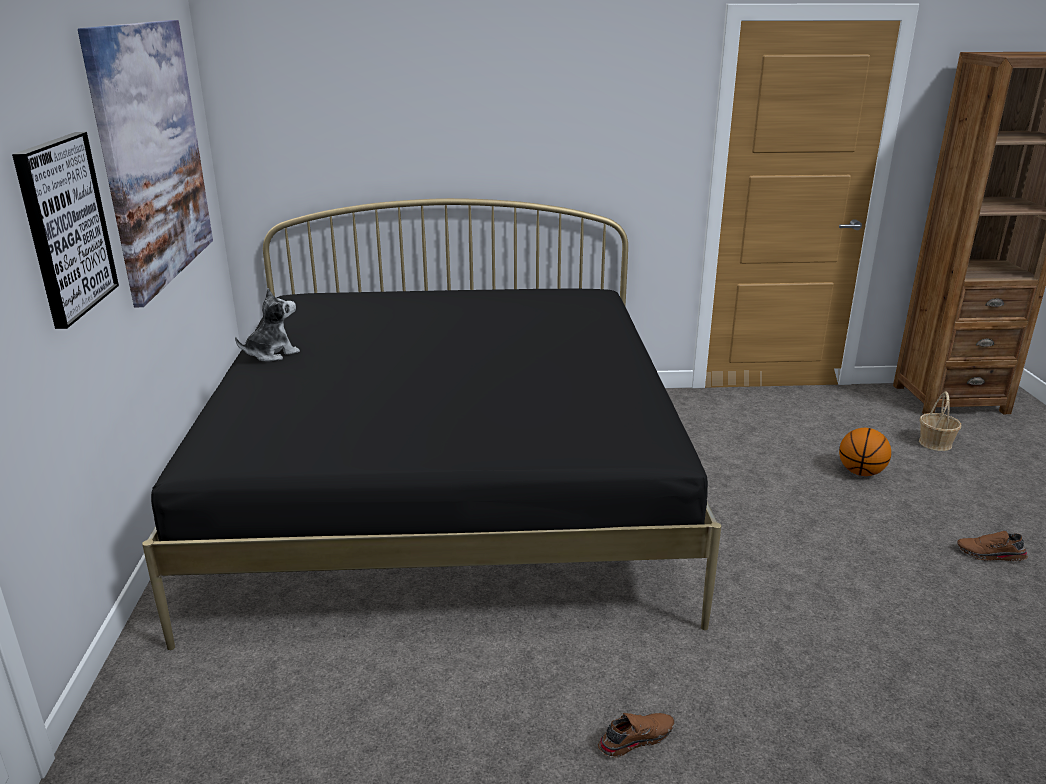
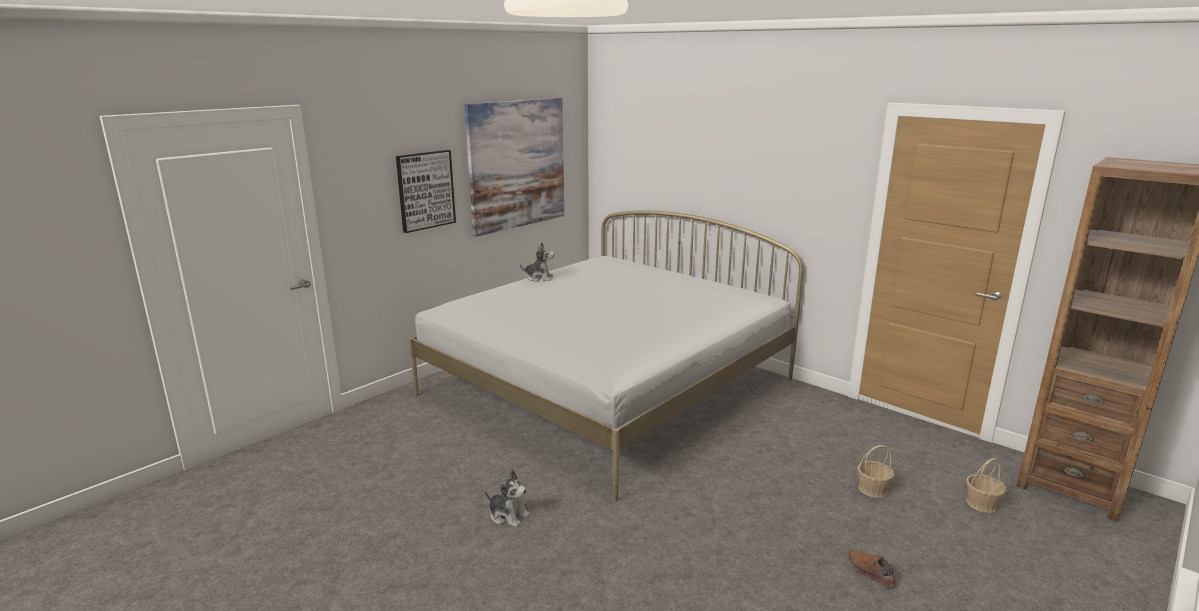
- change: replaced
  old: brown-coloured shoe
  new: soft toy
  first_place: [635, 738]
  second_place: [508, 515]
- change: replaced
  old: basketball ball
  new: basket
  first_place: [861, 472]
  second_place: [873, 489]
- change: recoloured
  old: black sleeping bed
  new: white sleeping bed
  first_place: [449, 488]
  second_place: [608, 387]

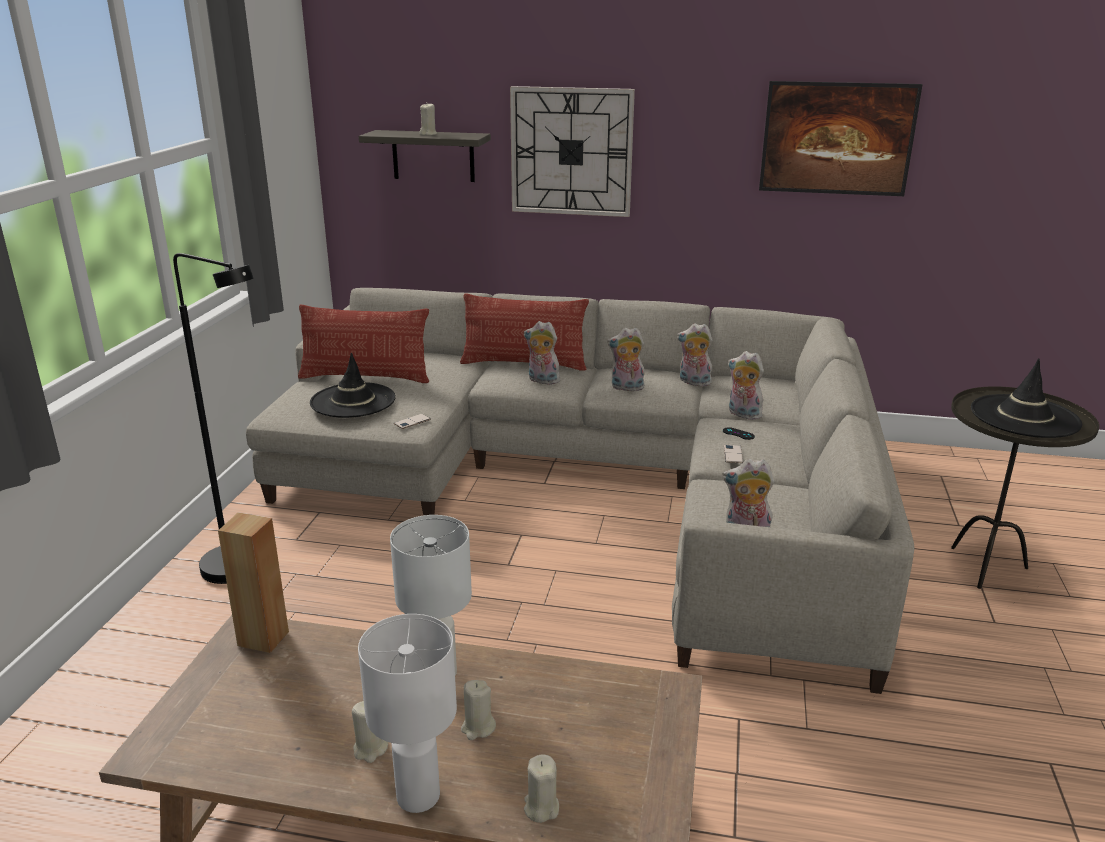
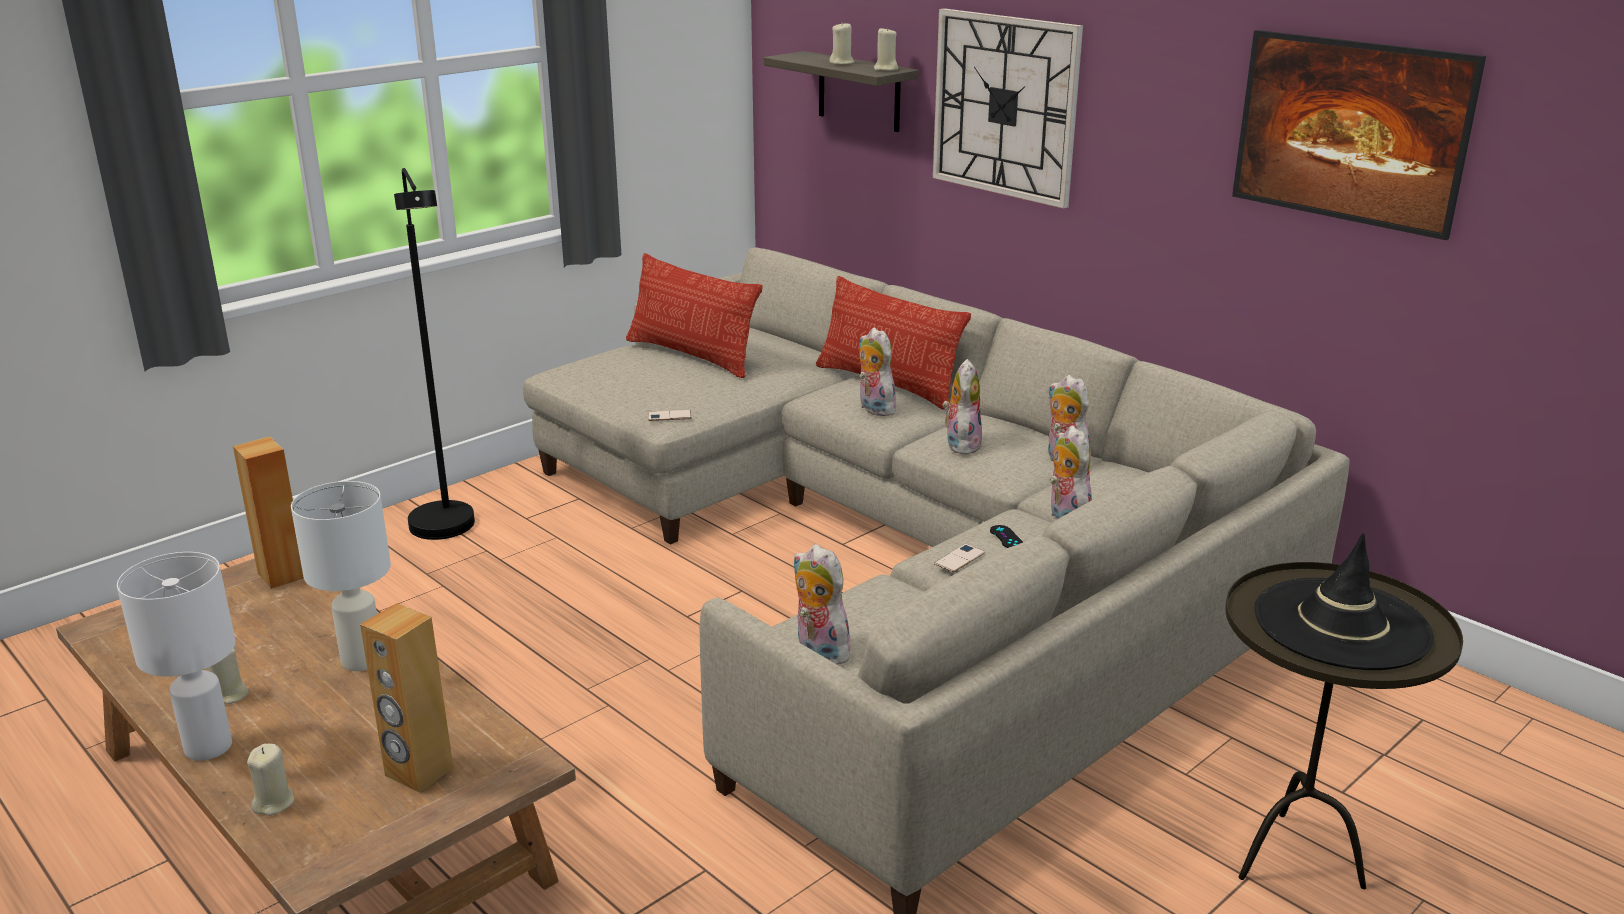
- change: removed
  old: black clothing hat
  first_place: [353, 401]
- change: added
  new: brown-coloured audio speaker
  second_place: [418, 772]
- change: moved
  old: sand-coloured wax candle
  first_place: [478, 728]
  second_place: [885, 69]
- change: turned
  old: soft toy
  first_place: [626, 388]
  second_place: [961, 444]
  degrees: 60

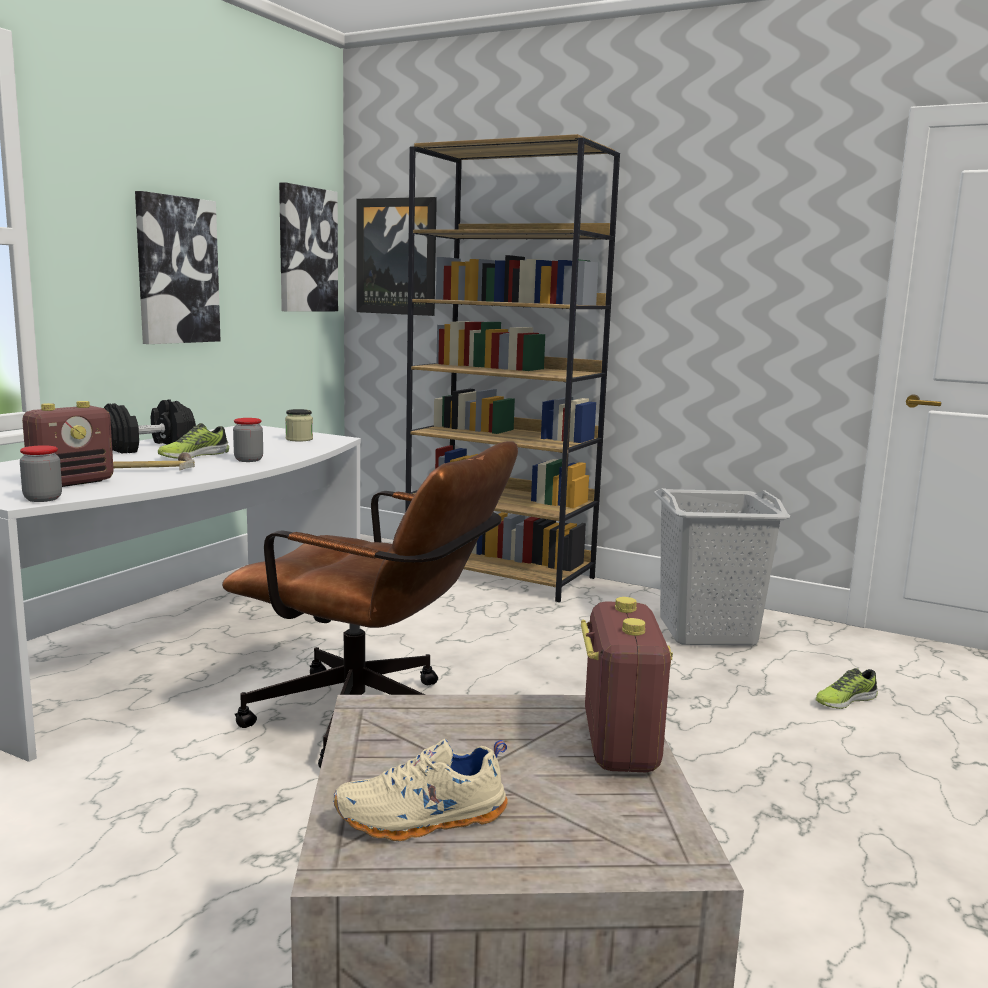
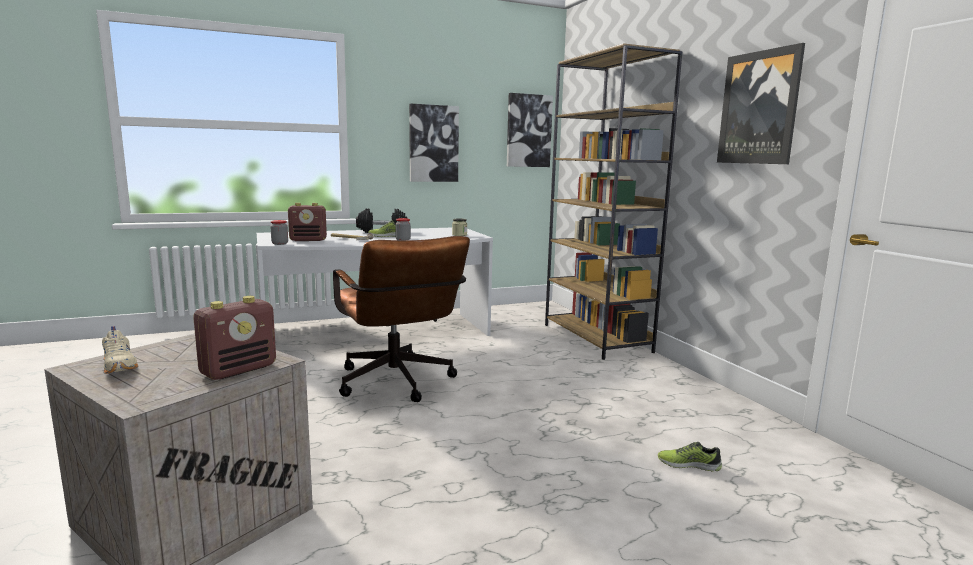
- change: removed
  old: grey laundry basket
  first_place: [706, 631]
- change: moved
  old: wall art
  first_place: [397, 256]
  second_place: [759, 108]
- change: turned
  old: sand-coloured shoe
  first_place: [422, 820]
  second_place: [120, 366]
  degrees: -150

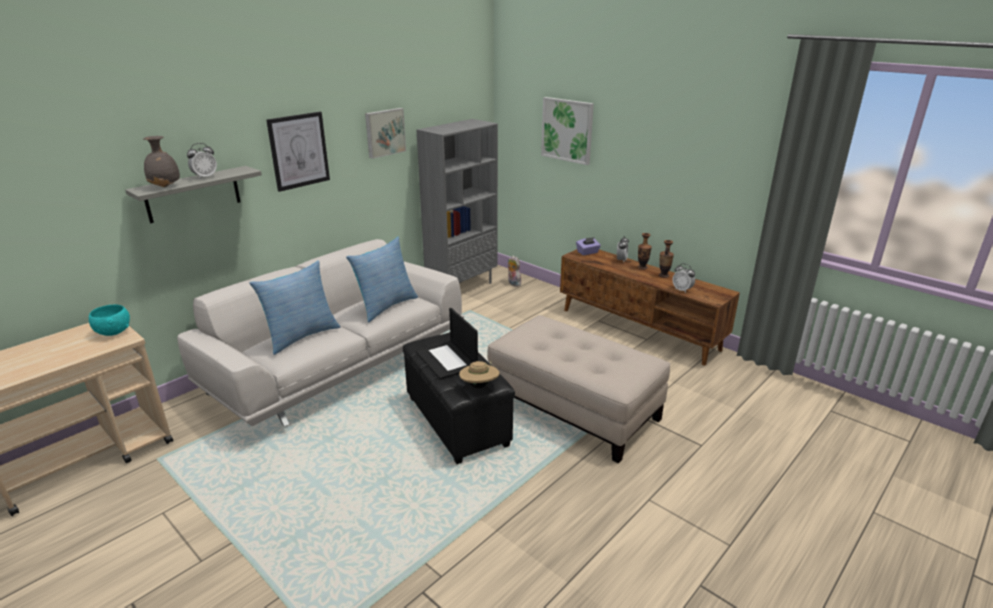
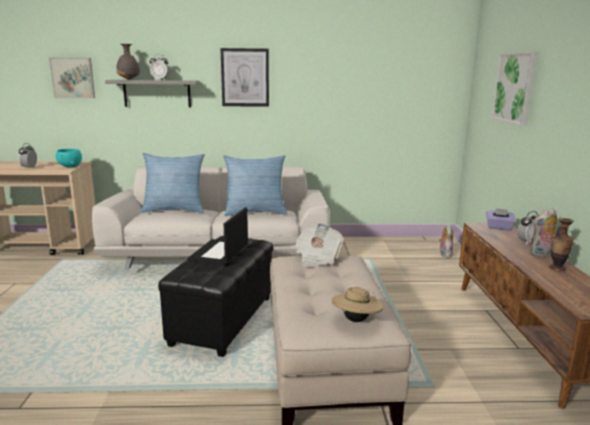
- change: removed
  old: grey bookshelf
  first_place: [462, 287]
- change: added
  new: newspaper
  second_place: [317, 258]
- change: moved
  old: wall art
  first_place: [384, 132]
  second_place: [73, 78]
- change: moved
  old: sand-coloured clothing hat
  first_place: [479, 386]
  second_place: [356, 320]
- change: moved
  old: table clock
  first_place: [682, 290]
  second_place: [29, 168]
- change: replaced
  old: decorative vase
  new: soft toy
  first_place: [642, 268]
  second_place: [541, 255]

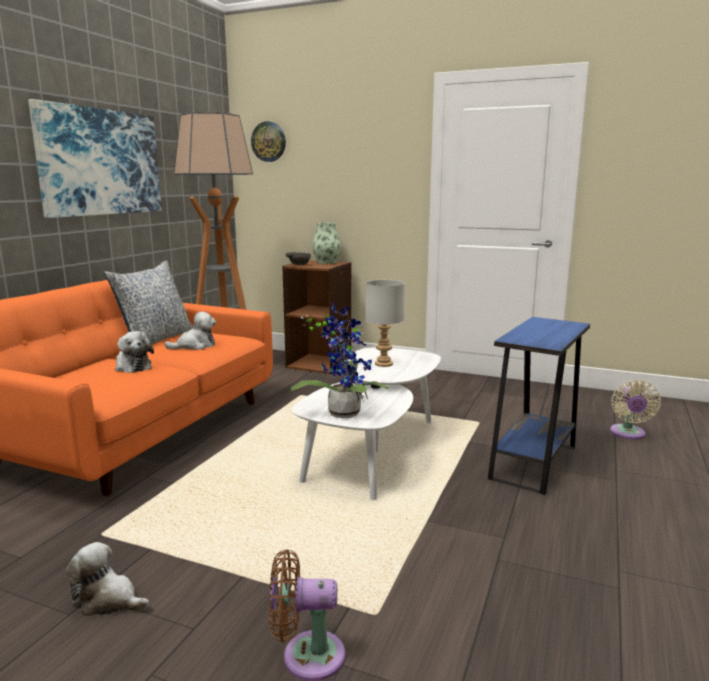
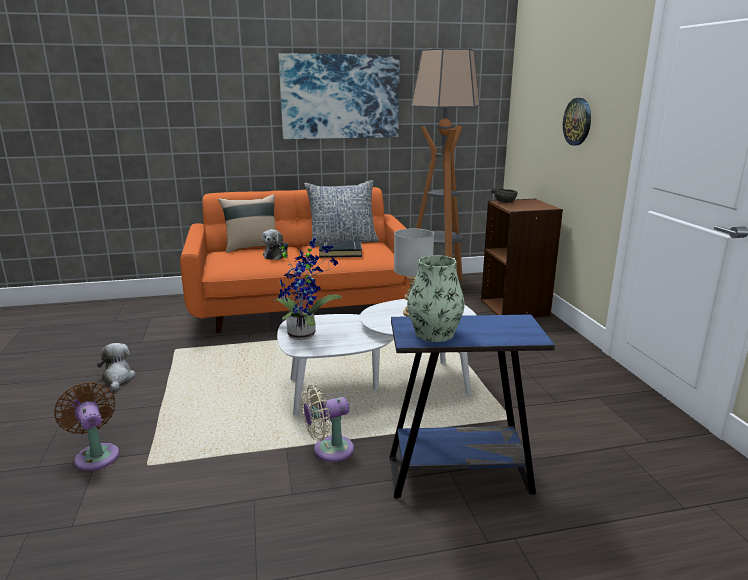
- change: added
  new: sand-coloured throw pillow
  second_place: [252, 247]
- change: moved
  old: hanging clock
  first_place: [268, 142]
  second_place: [577, 121]
- change: moved
  old: decorative vase
  first_place: [326, 262]
  second_place: [434, 333]
- change: moved
  old: sand-coloured electric fan
  first_place: [628, 434]
  second_place: [329, 450]
- change: replaced
  old: soft toy
  new: black volume
  first_place: [195, 346]
  second_place: [340, 253]

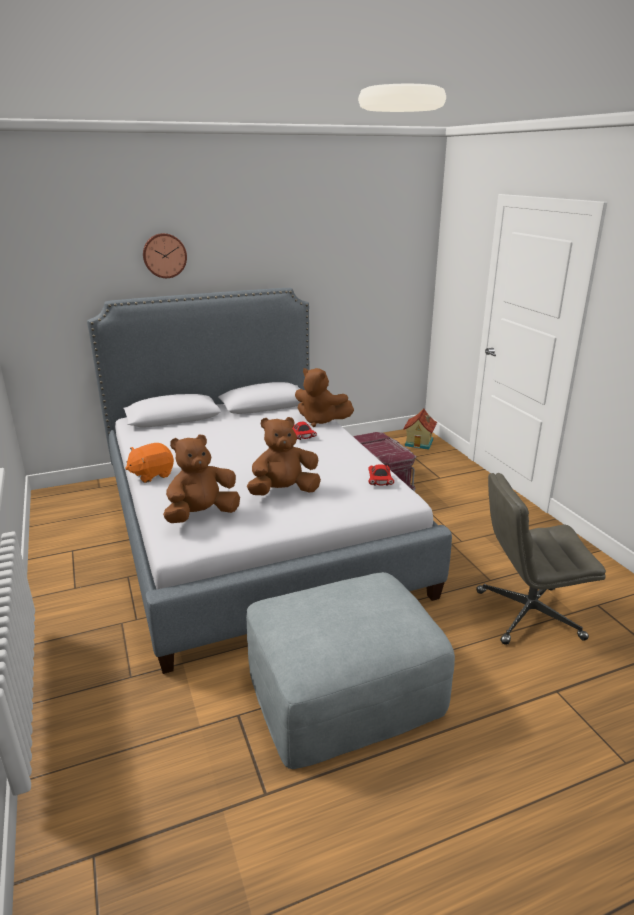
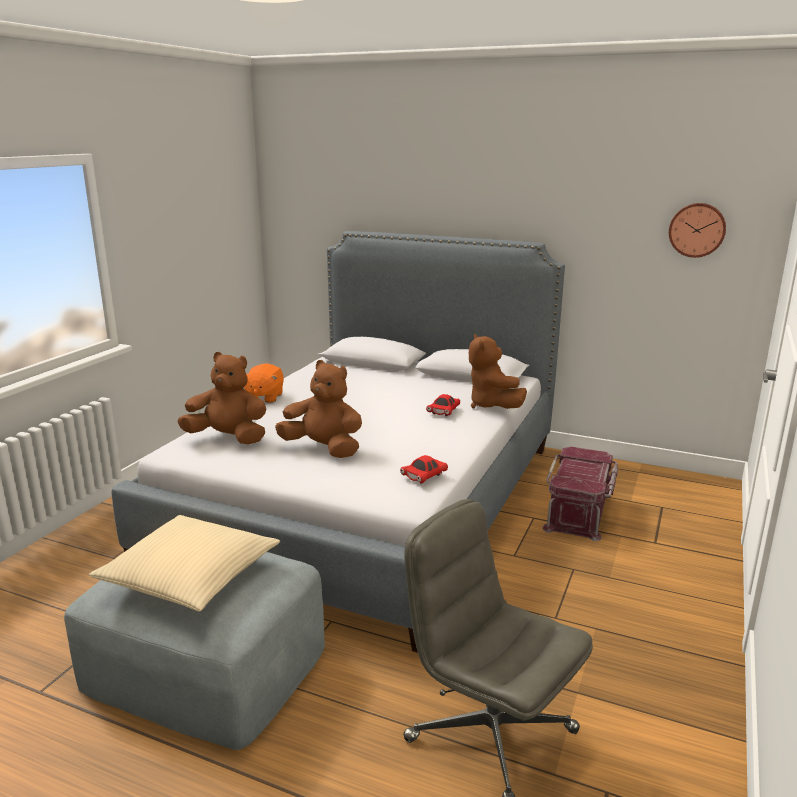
- change: removed
  old: miniature house
  first_place: [420, 443]
- change: added
  new: sand-coloured throw pillow
  second_place: [190, 575]
- change: moved
  old: hanging clock
  first_place: [164, 255]
  second_place: [697, 230]
- change: turned
  old: orange-coloured soft toy
  first_place: [151, 474]
  second_place: [264, 397]
  degrees: -90

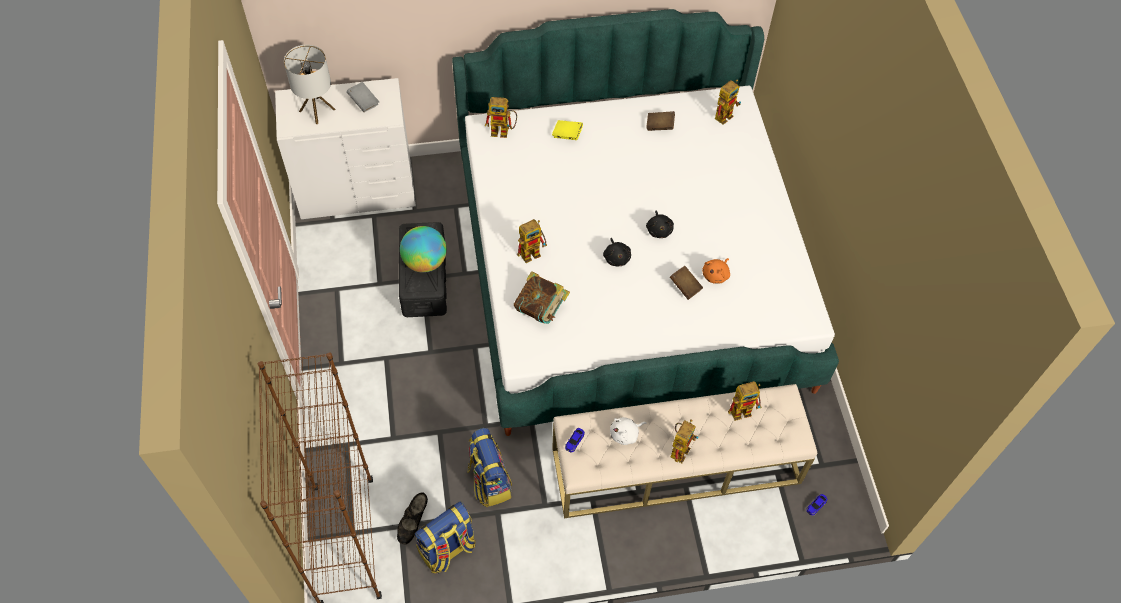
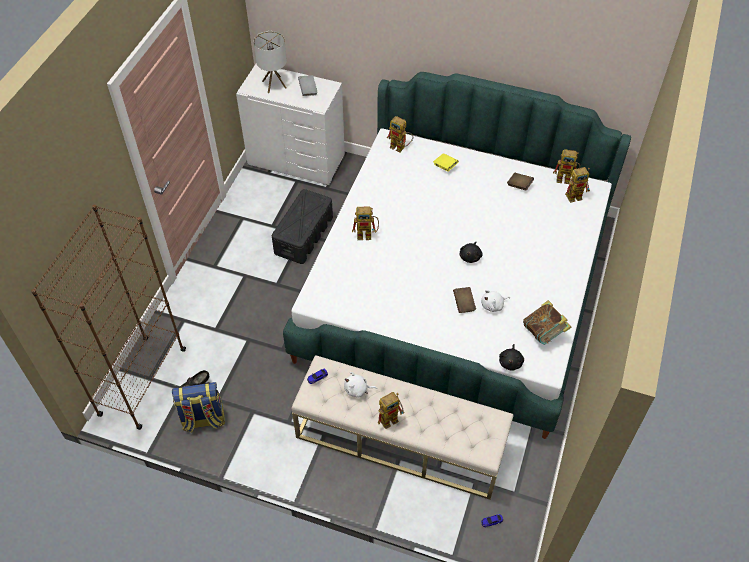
- change: removed
  old: desk globe
  first_place: [425, 262]
- change: removed
  old: knapsack
  first_place: [489, 481]
- change: moved
  old: volume
  first_place: [541, 309]
  second_place: [544, 332]
- change: moved
  old: black soft toy
  first_place: [616, 257]
  second_place: [510, 362]
- change: moved
  old: toy robot
  first_place: [744, 409]
  second_place: [566, 179]
- change: recoloured
  old: orange-coloured soft toy
  new: white soft toy
  first_place: [716, 275]
  second_place: [493, 305]

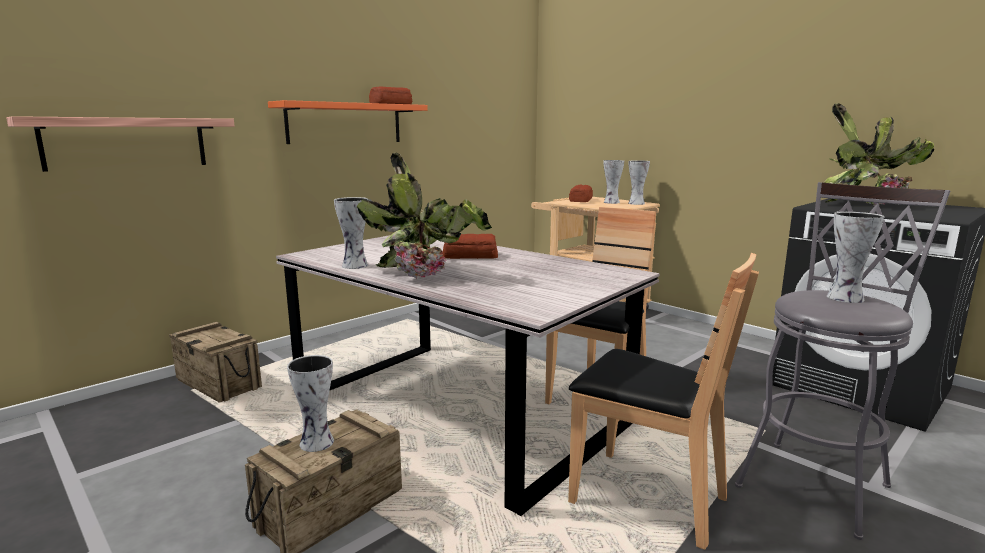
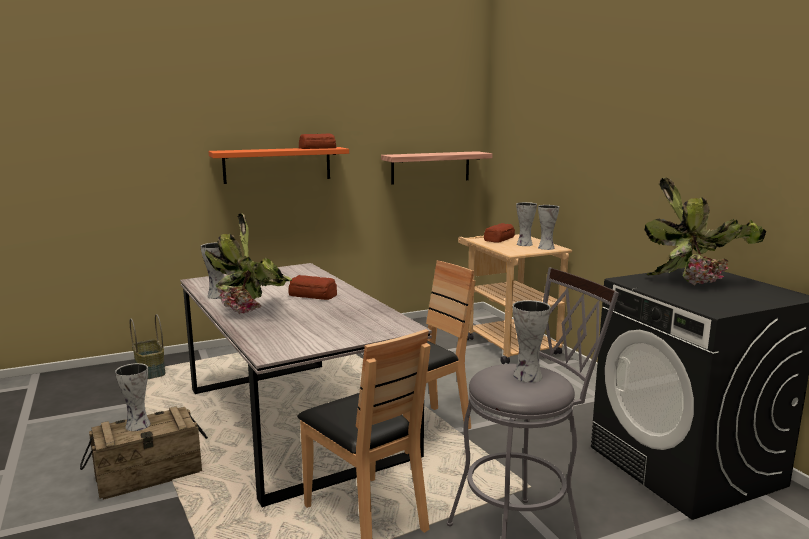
- change: moved
  old: wall shelf
  first_place: [126, 143]
  second_place: [430, 167]
- change: replaced
  old: packing crate
  new: basket
  first_place: [219, 383]
  second_place: [151, 371]

